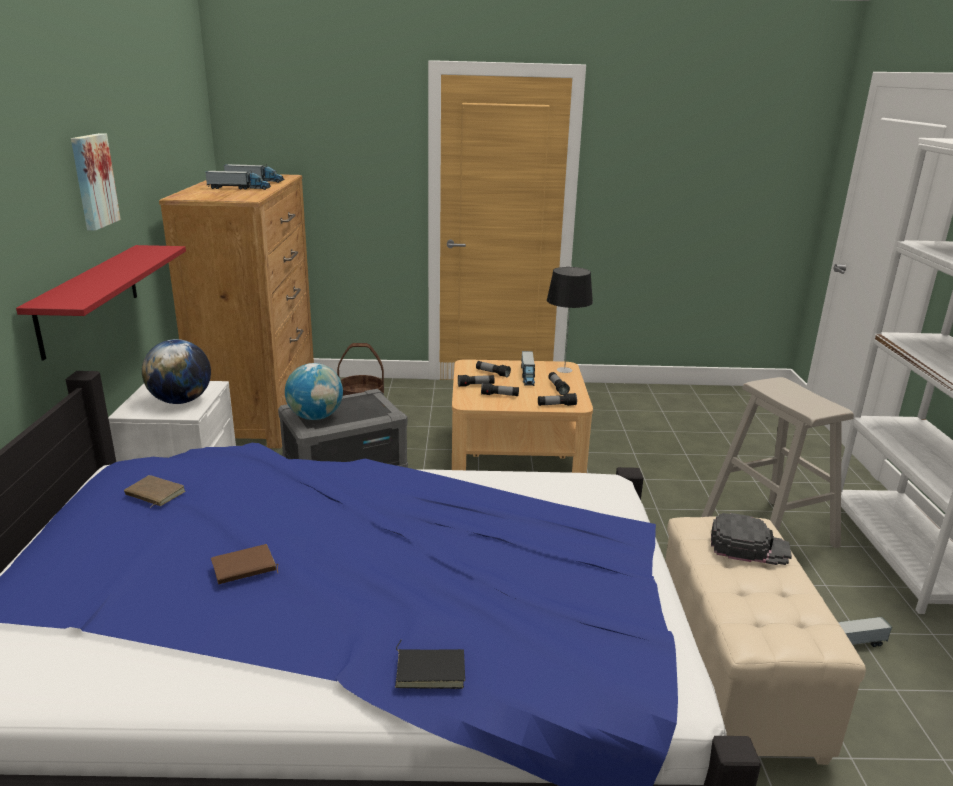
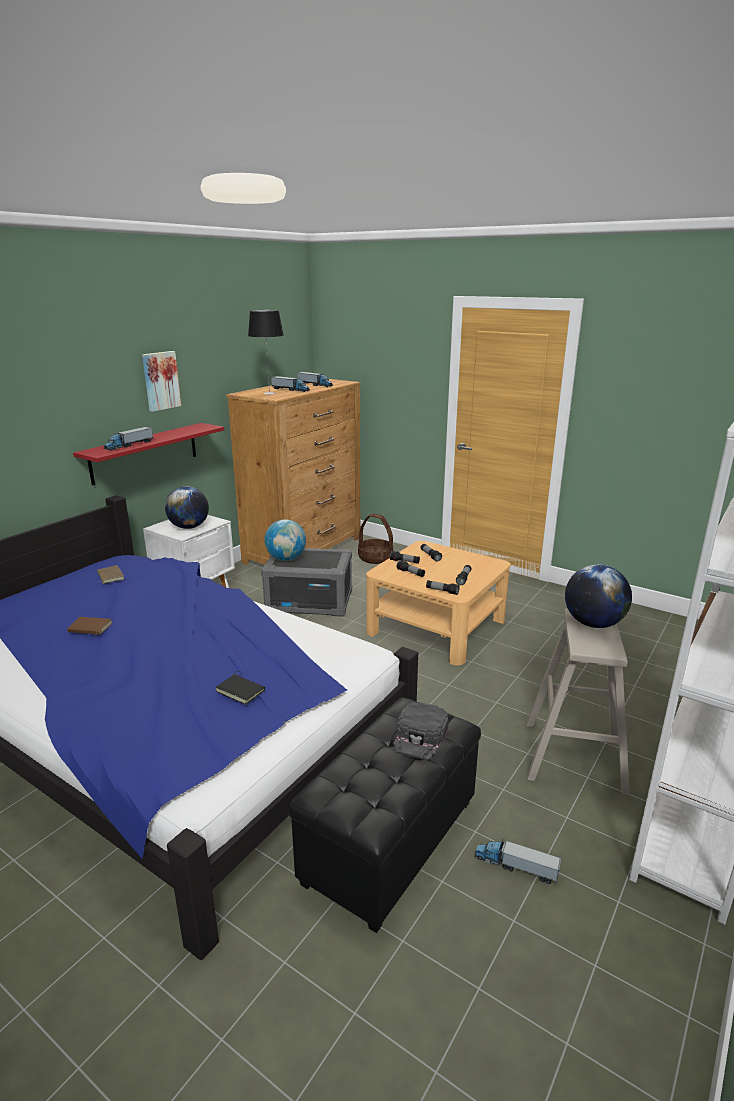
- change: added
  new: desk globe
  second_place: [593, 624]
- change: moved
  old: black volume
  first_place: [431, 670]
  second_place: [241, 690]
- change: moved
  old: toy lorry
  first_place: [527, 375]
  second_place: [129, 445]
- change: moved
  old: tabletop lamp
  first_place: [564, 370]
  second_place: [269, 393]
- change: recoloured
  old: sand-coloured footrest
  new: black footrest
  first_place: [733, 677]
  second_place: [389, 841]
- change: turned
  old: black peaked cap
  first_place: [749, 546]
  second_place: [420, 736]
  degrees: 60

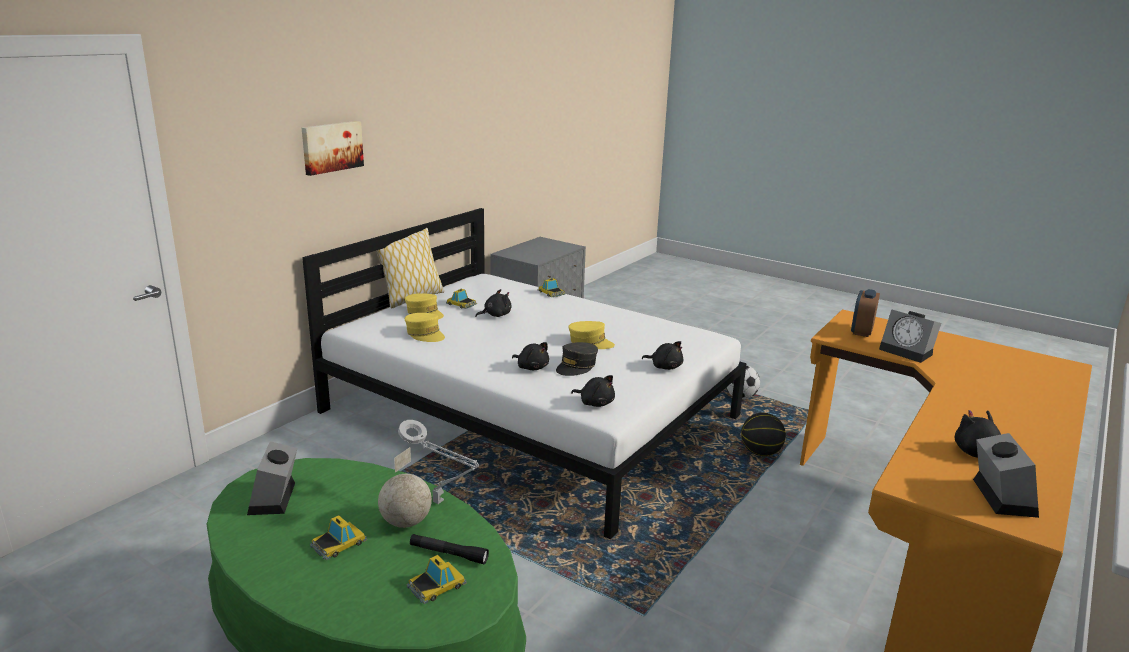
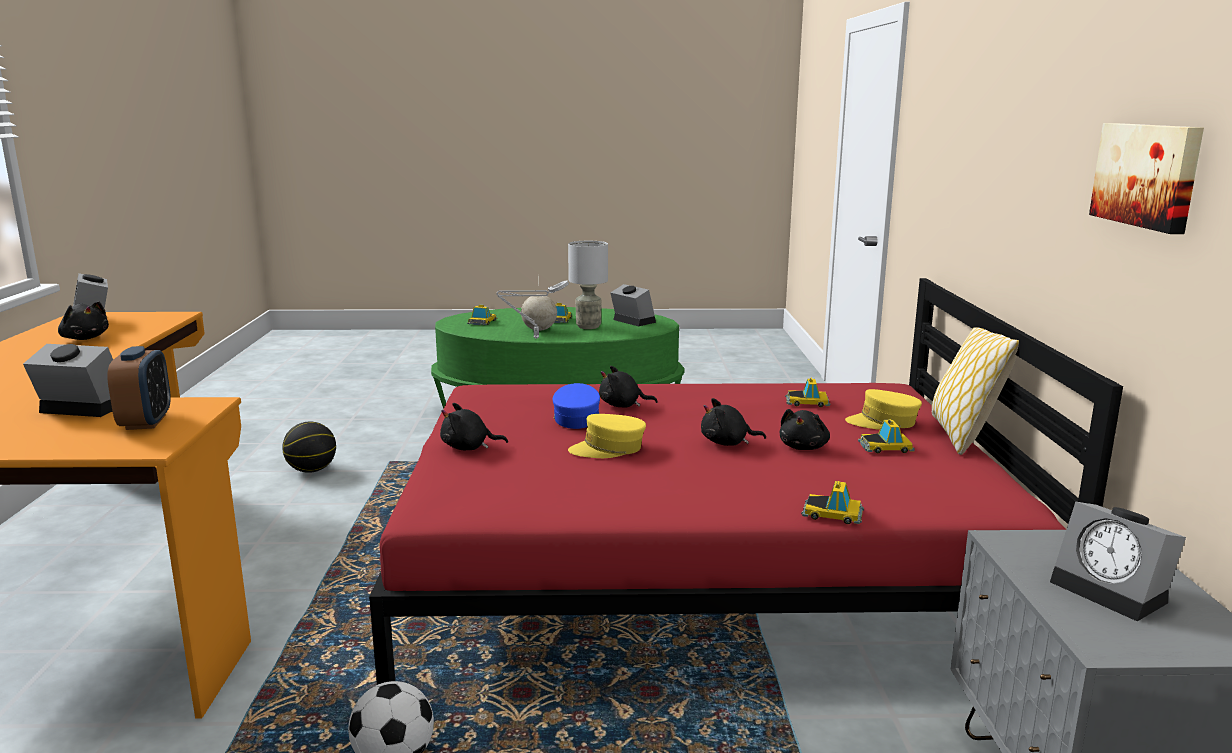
- change: removed
  old: black flashlight
  first_place: [448, 554]
- change: added
  new: grey tabletop lamp
  second_place: [588, 326]
- change: added
  new: table clock
  second_place: [1113, 592]
- change: moved
  old: wall art
  first_place: [331, 147]
  second_place: [1148, 175]
- change: moved
  old: black soft toy
  first_place: [595, 403]
  second_place: [727, 443]
- change: moved
  old: basketball ball
  first_place: [760, 452]
  second_place: [312, 470]
- change: replaced
  old: yellowish peaked cap
  new: model car
  first_place: [425, 334]
  second_place: [807, 402]
- change: recoloured
  old: white sleeping bed
  new: reddish sleeping bed
  first_place: [531, 413]
  second_place: [701, 572]
- change: recoloured
  old: grey peaked cap
  new: bluish peaked cap
  first_place: [576, 366]
  second_place: [576, 418]

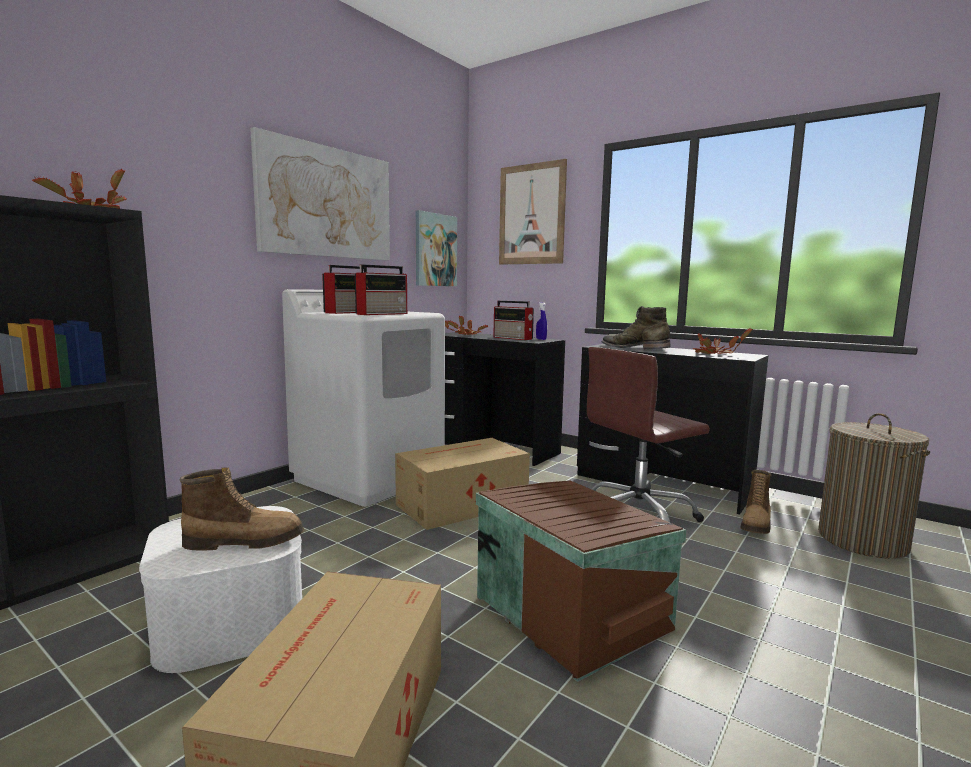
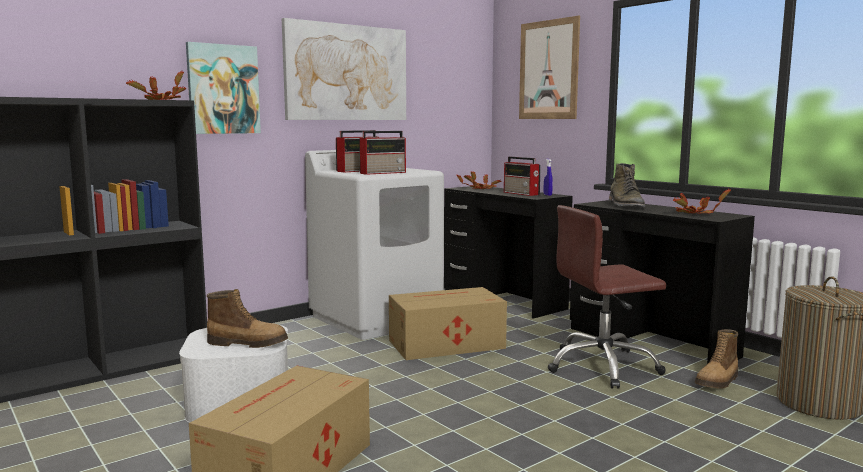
- change: removed
  old: brown-coloured storage container
  first_place: [572, 611]
- change: moved
  old: wall art
  first_place: [435, 250]
  second_place: [223, 89]
- change: turned
  old: green-coloured high-top boot
  first_place: [634, 348]
  second_place: [625, 205]
  degrees: -150

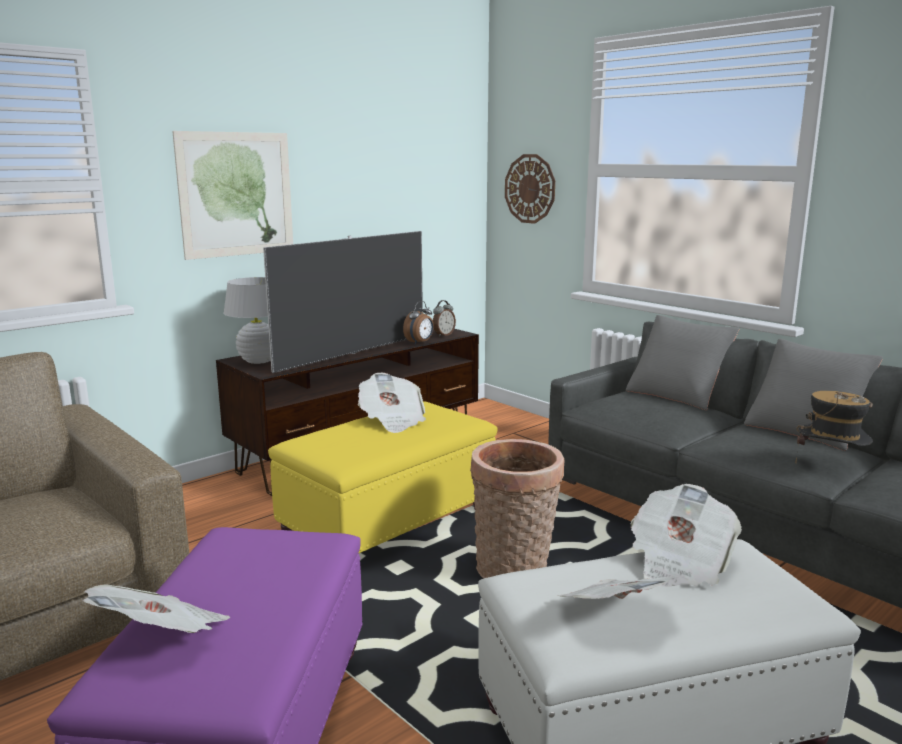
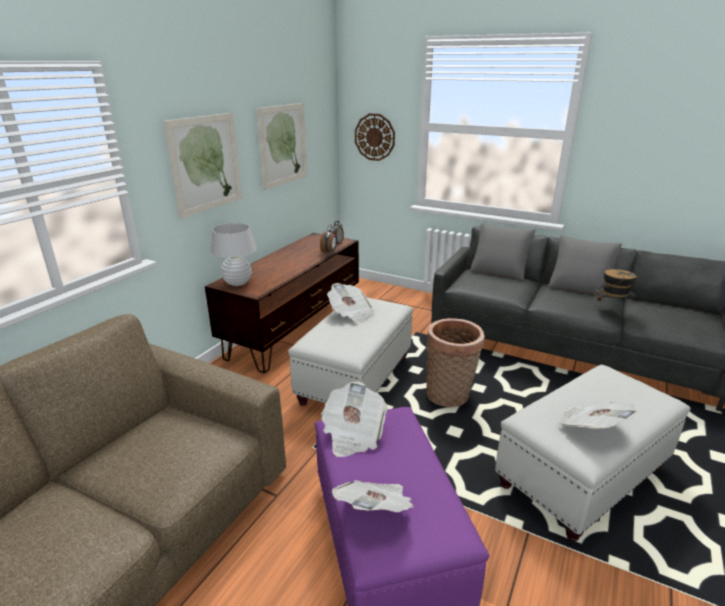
- change: removed
  old: television
  first_place: [353, 353]
- change: added
  new: wall art
  second_place: [283, 145]
- change: moved
  old: newspaper
  first_place: [679, 563]
  second_place: [353, 434]
- change: recoloured
  old: yellowish footrest
  new: white footrest
  first_place: [390, 525]
  second_place: [356, 379]

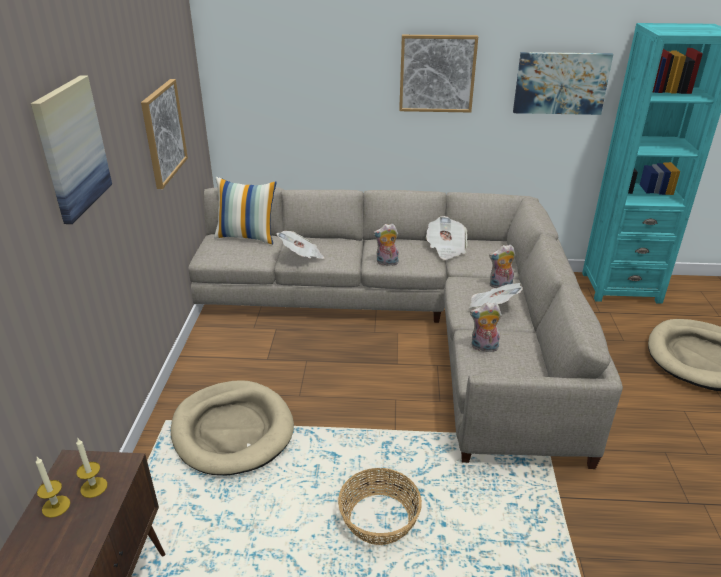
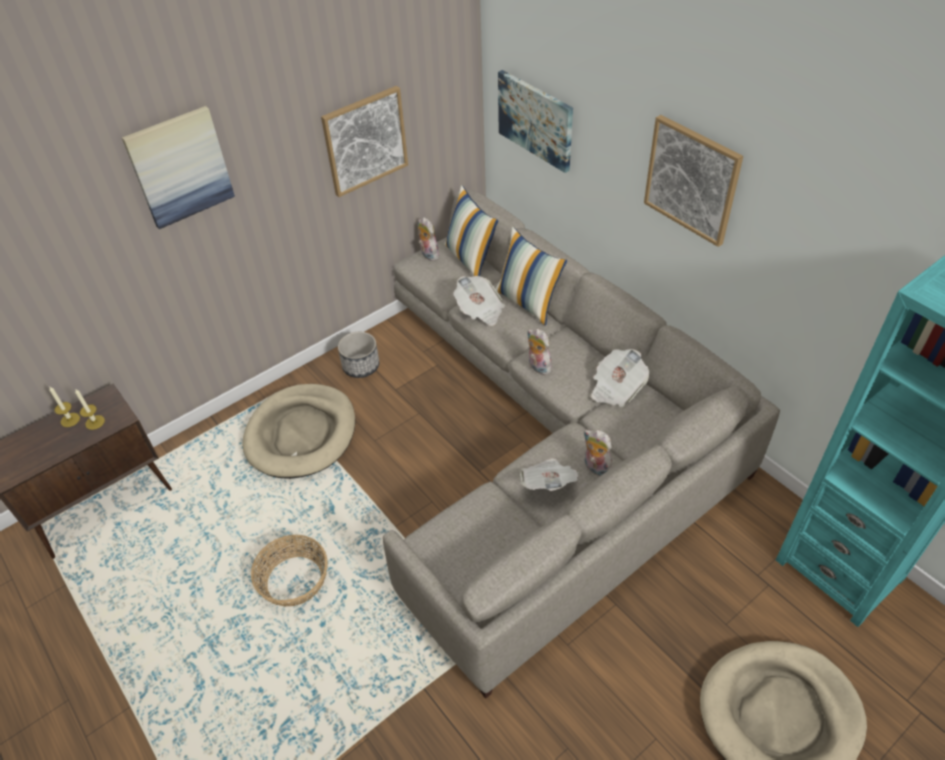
- change: added
  new: plant pot
  second_place: [361, 366]
- change: added
  new: throw pillow
  second_place: [528, 302]
- change: moved
  old: soft toy
  first_place: [483, 348]
  second_place: [428, 255]
- change: moved
  old: wall art
  first_place: [561, 83]
  second_place: [535, 120]

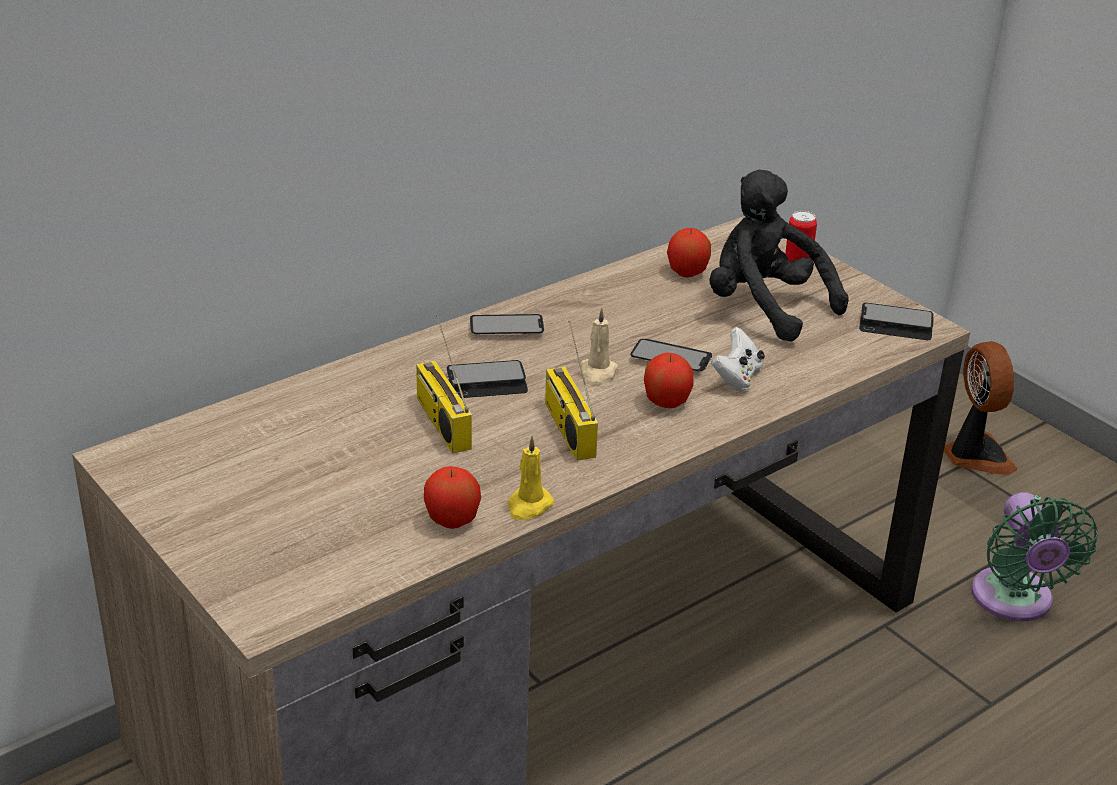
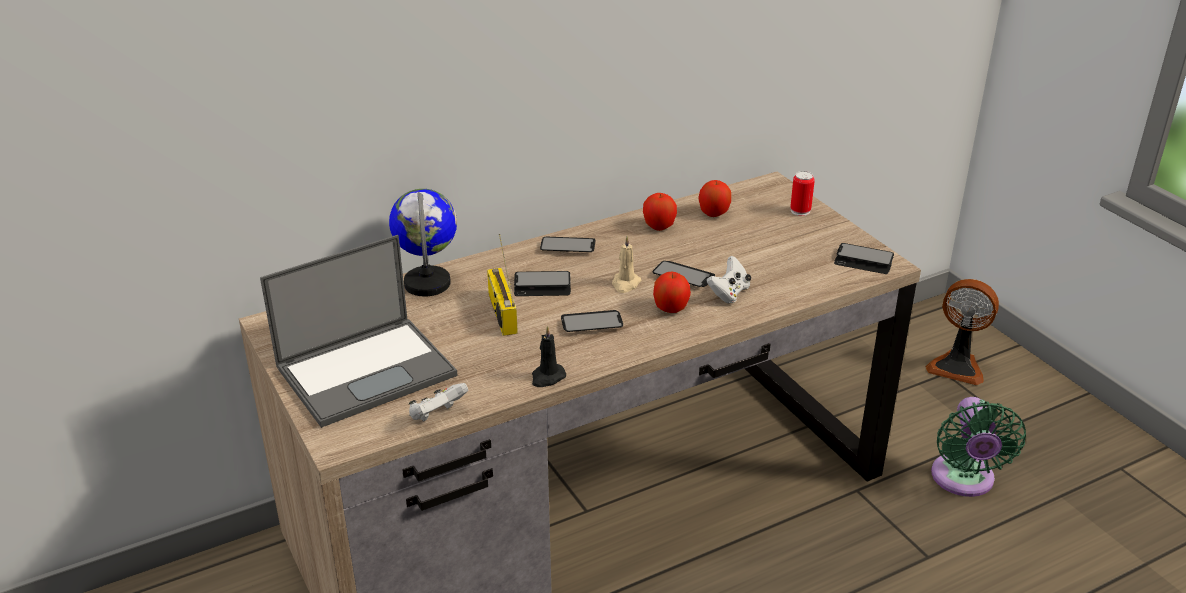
- change: removed
  old: black soft toy
  first_place: [764, 307]
- change: added
  new: portable computer
  second_place: [368, 370]
- change: added
  new: desk globe
  second_place: [428, 283]
- change: added
  new: white game controller
  second_place: [437, 415]
- change: moved
  old: apple fruit
  first_place: [452, 520]
  second_place: [659, 226]
- change: replaced
  old: radio receiver
  new: phone
  first_place: [567, 428]
  second_place: [591, 323]
- change: recoloured
  old: yellowish wax candle
  new: black wax candle
  first_place: [528, 506]
  second_place: [547, 377]
- change: turned
  old: electric fan
  first_place: [975, 455]
  second_place: [957, 366]
  degrees: 120

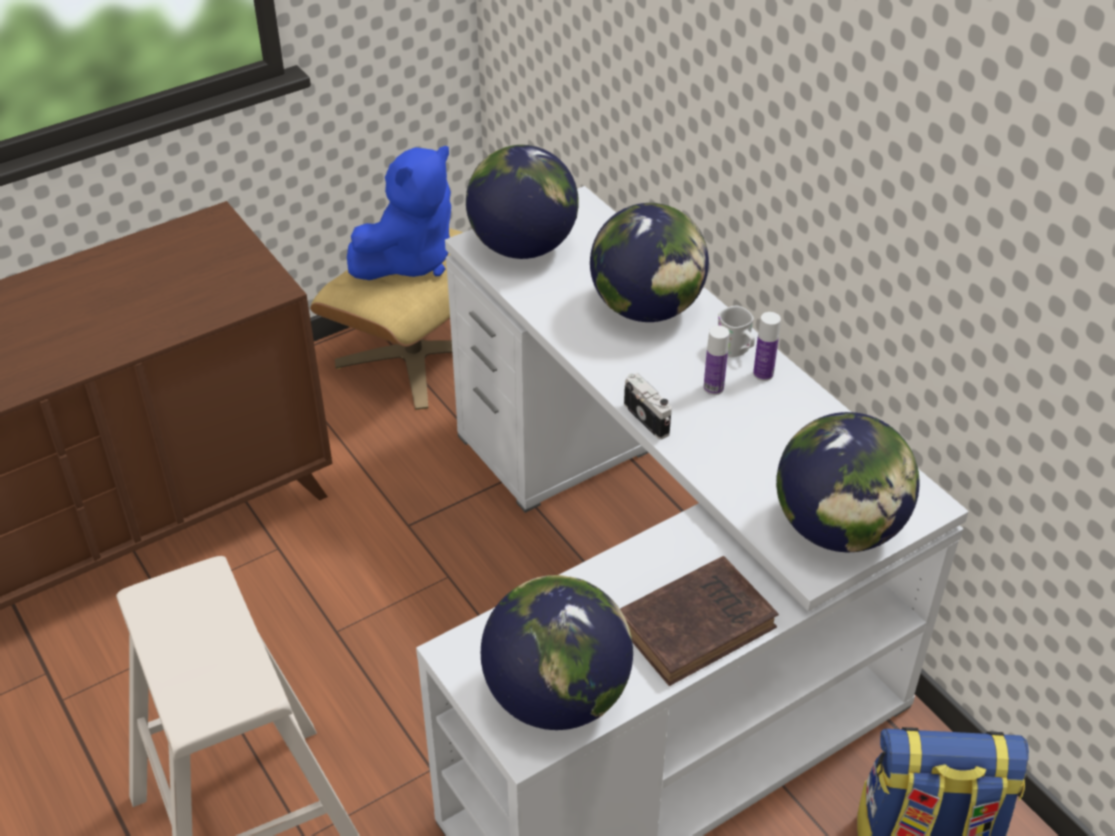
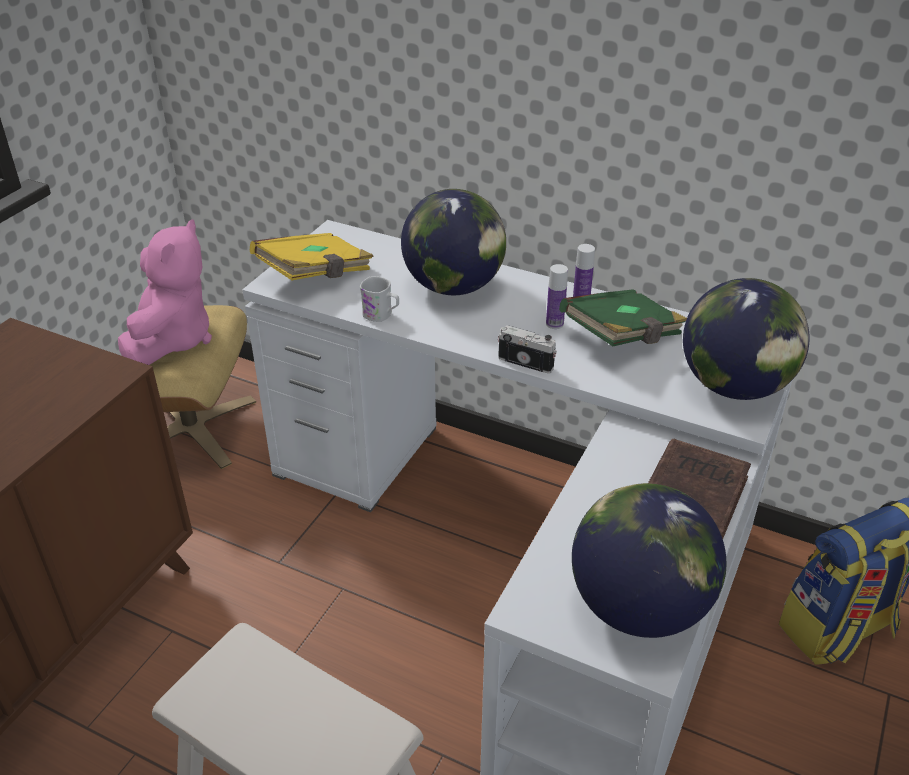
- change: added
  new: green-coloured volume
  second_place: [622, 337]
- change: moved
  old: white tea mug
  first_place: [736, 350]
  second_place: [381, 315]
- change: replaced
  old: desk globe
  new: yellowish volume
  first_place: [523, 247]
  second_place: [315, 275]
- change: recoloured
  old: bluish soft toy
  new: pinkish soft toy
  first_place: [409, 260]
  second_place: [172, 339]

